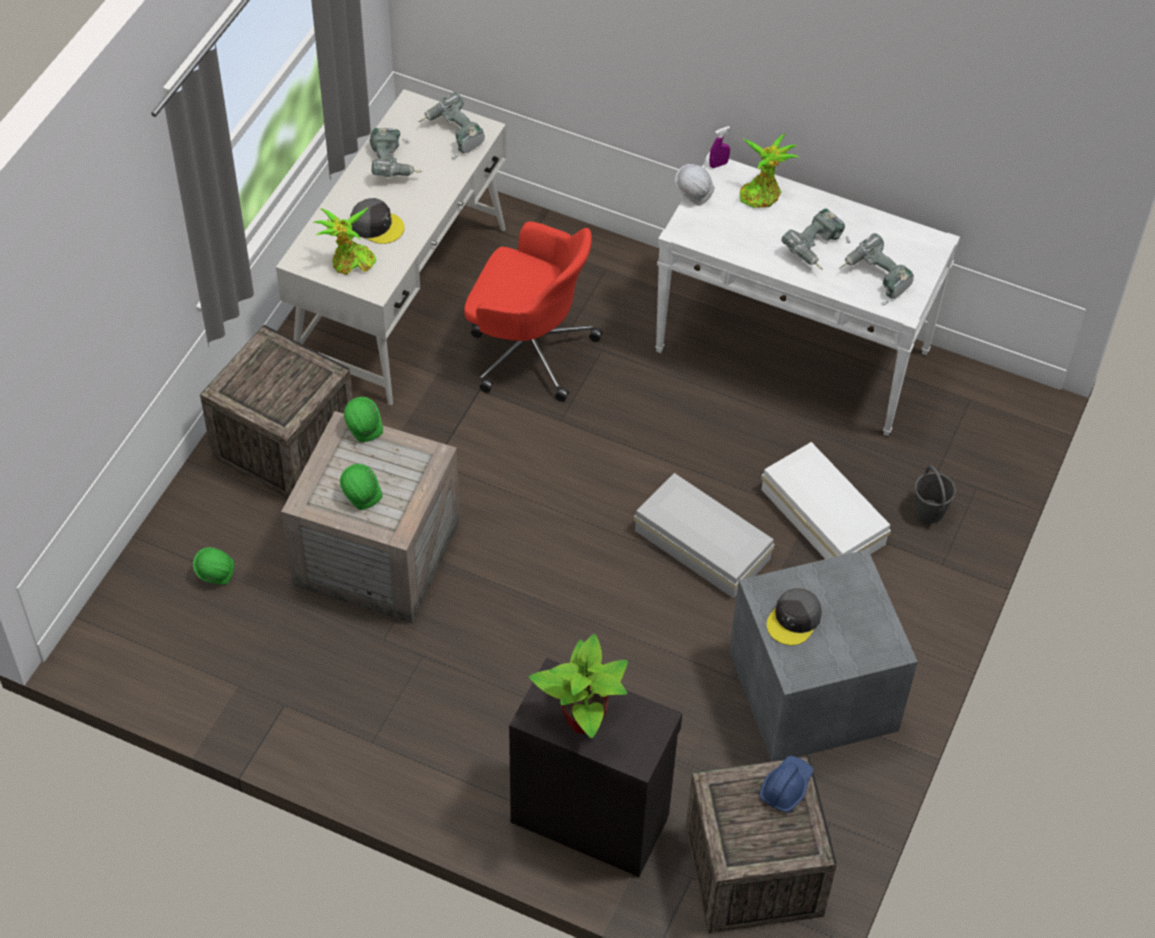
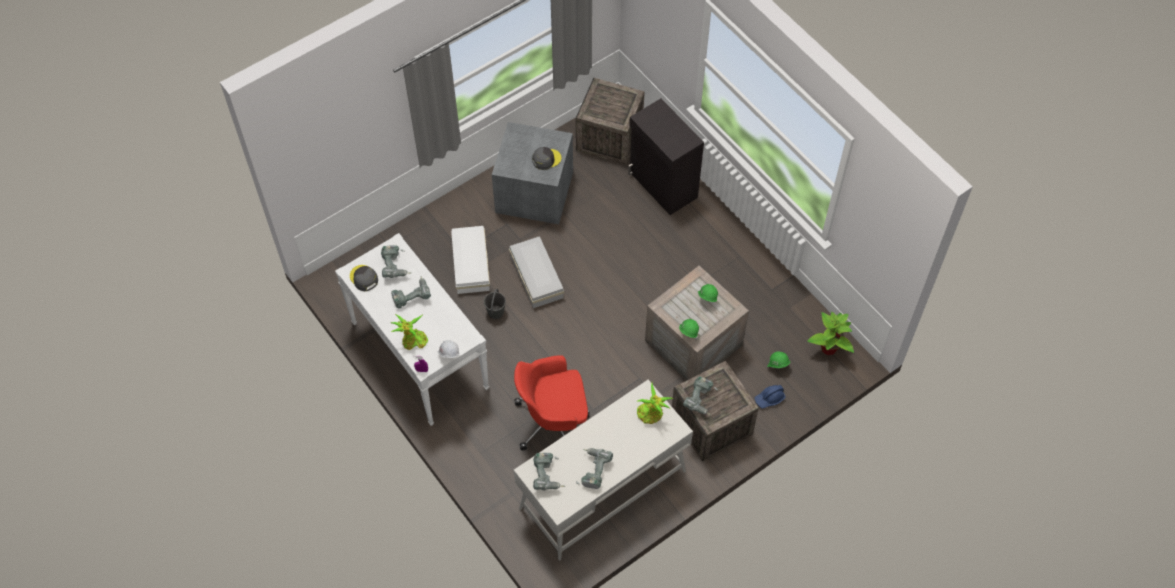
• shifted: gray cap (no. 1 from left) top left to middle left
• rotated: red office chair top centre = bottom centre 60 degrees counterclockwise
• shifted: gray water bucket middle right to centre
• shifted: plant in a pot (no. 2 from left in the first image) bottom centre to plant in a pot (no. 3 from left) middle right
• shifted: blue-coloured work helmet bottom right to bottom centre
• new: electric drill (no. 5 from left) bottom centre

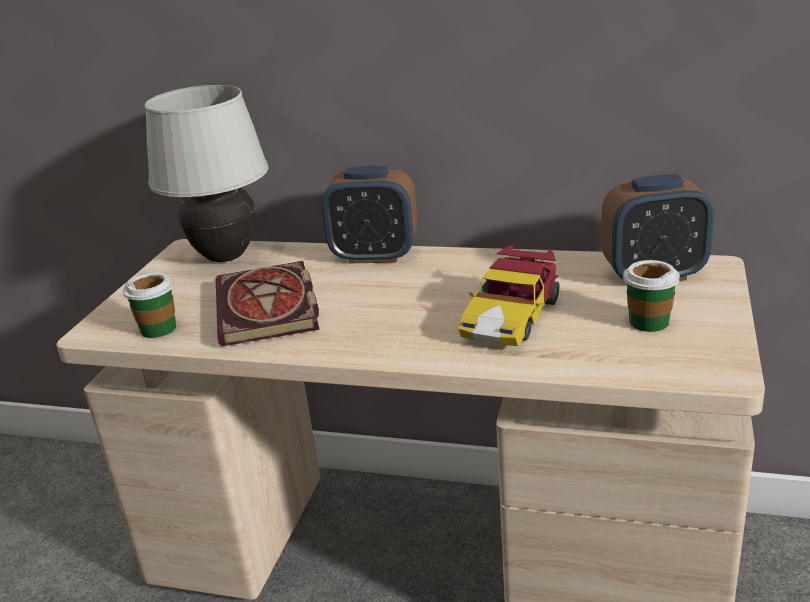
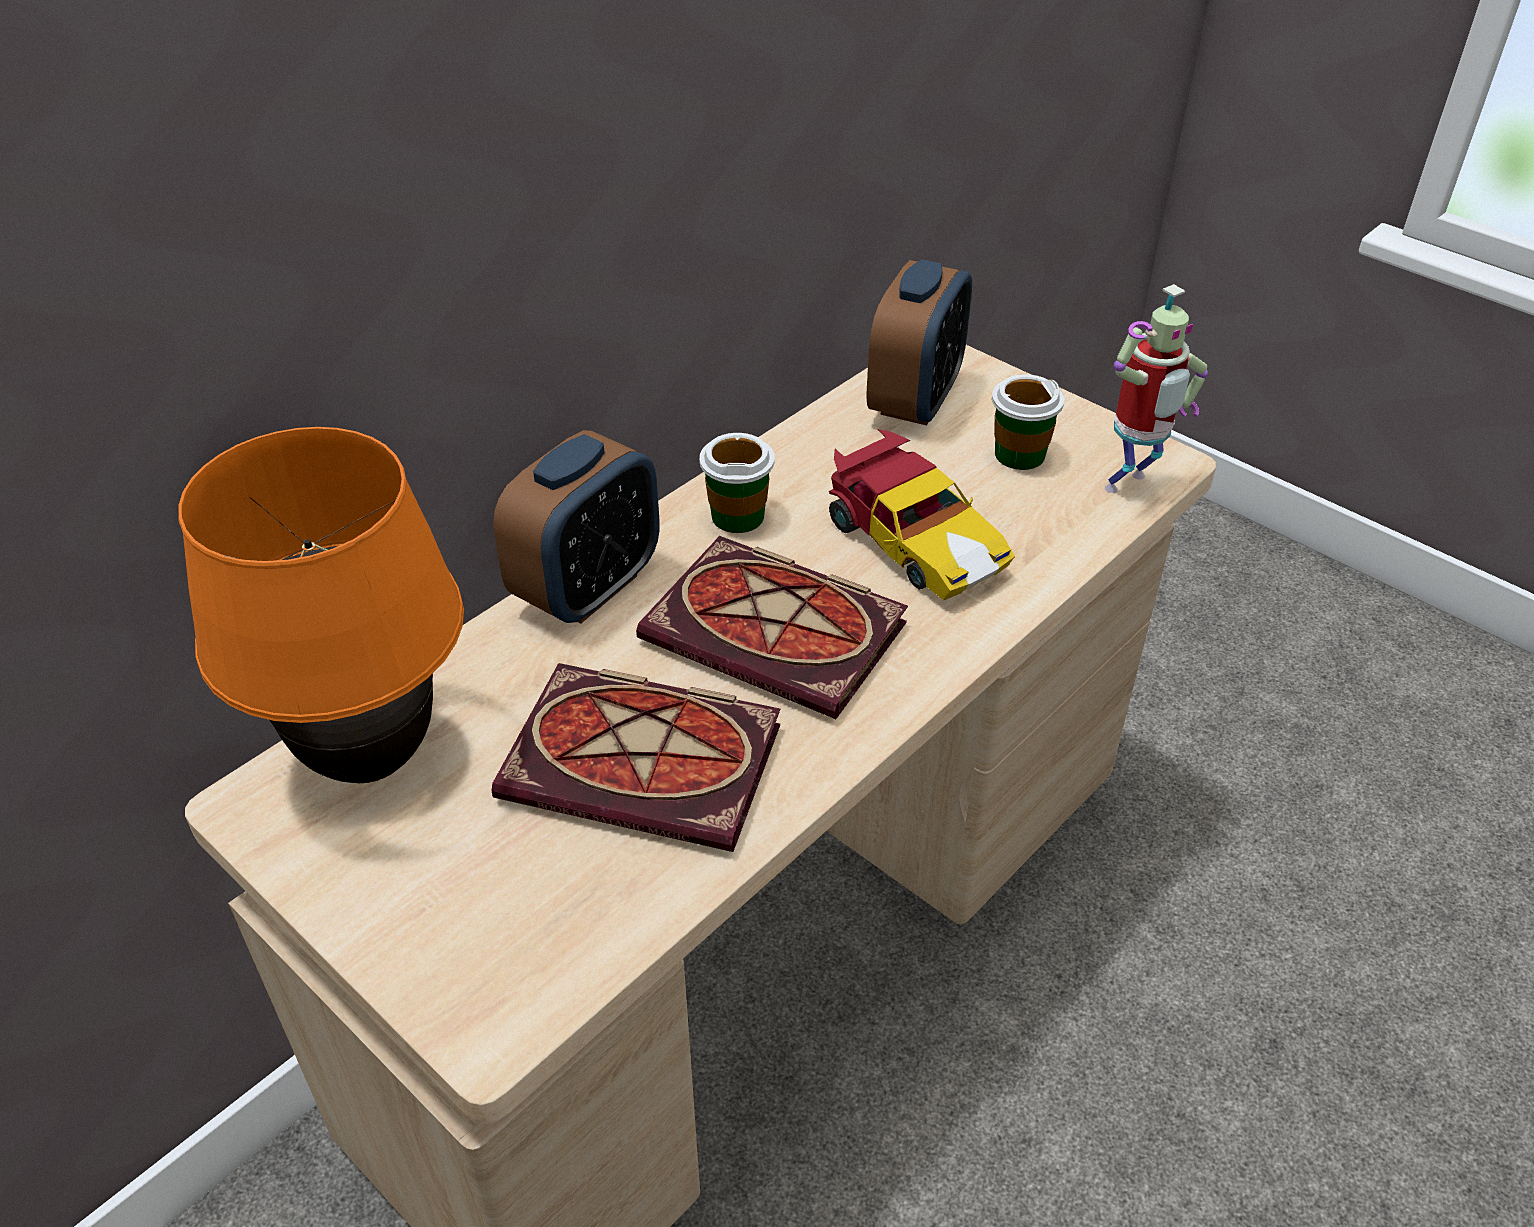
• repainted: whitish tabletop lamp top left to orange-coloured tabletop lamp middle left
• shifted: small cup (no. 1 from left) middle left to centre
• new: robot figure top right
• new: book (no. 2 from left) centre

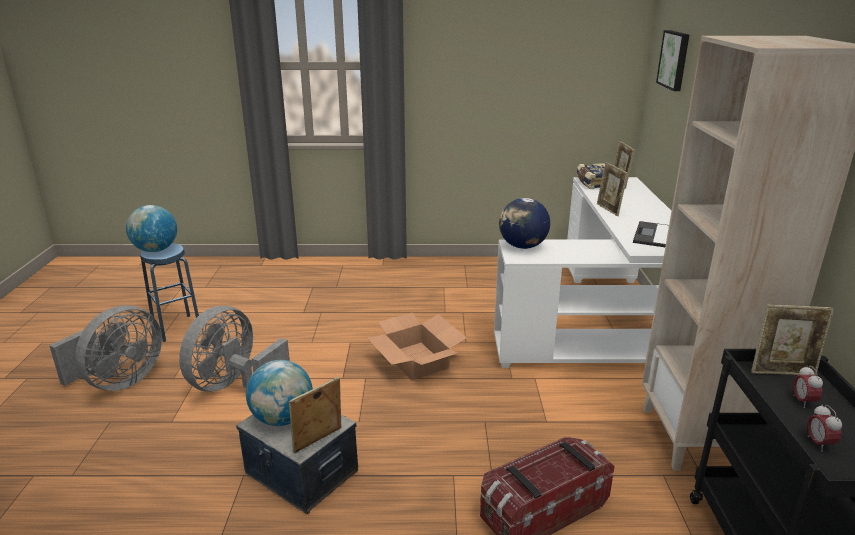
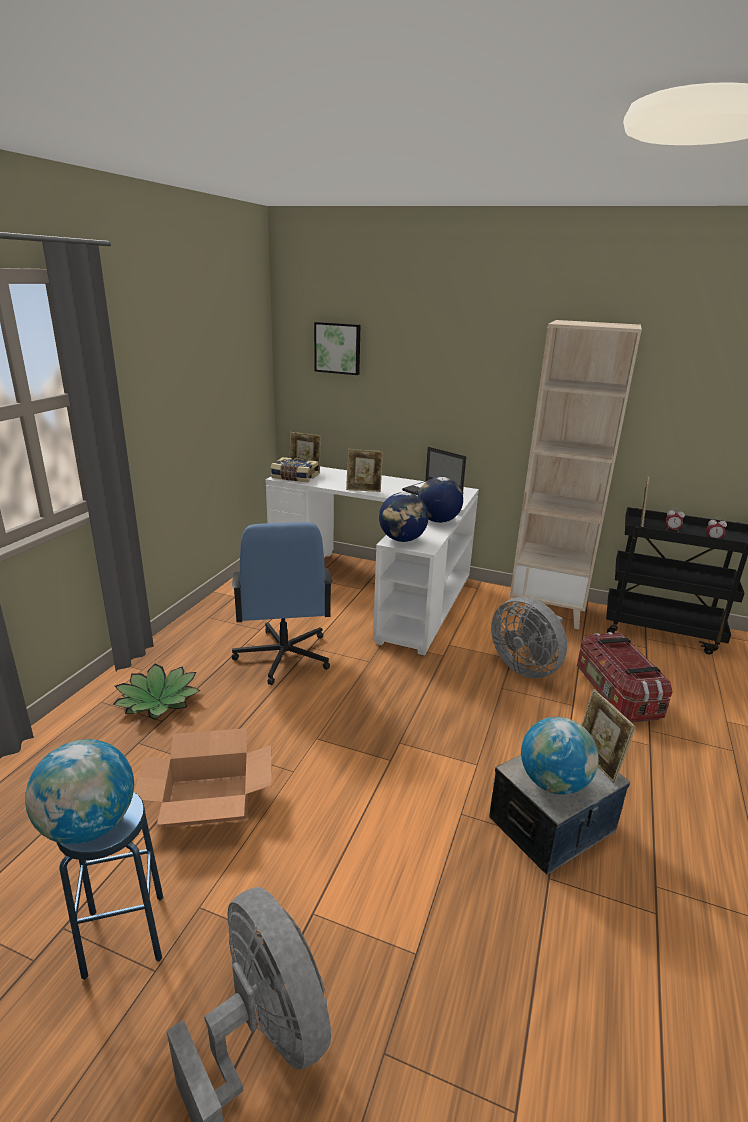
• shifted: gray fan (no. 2 from left) middle left to middle right
• shifted: cardboard box centre to bottom left
• new: globe (no. 3 from left) centre
• new: blue-coloured office chair centre
• new: plant in a pot middle left

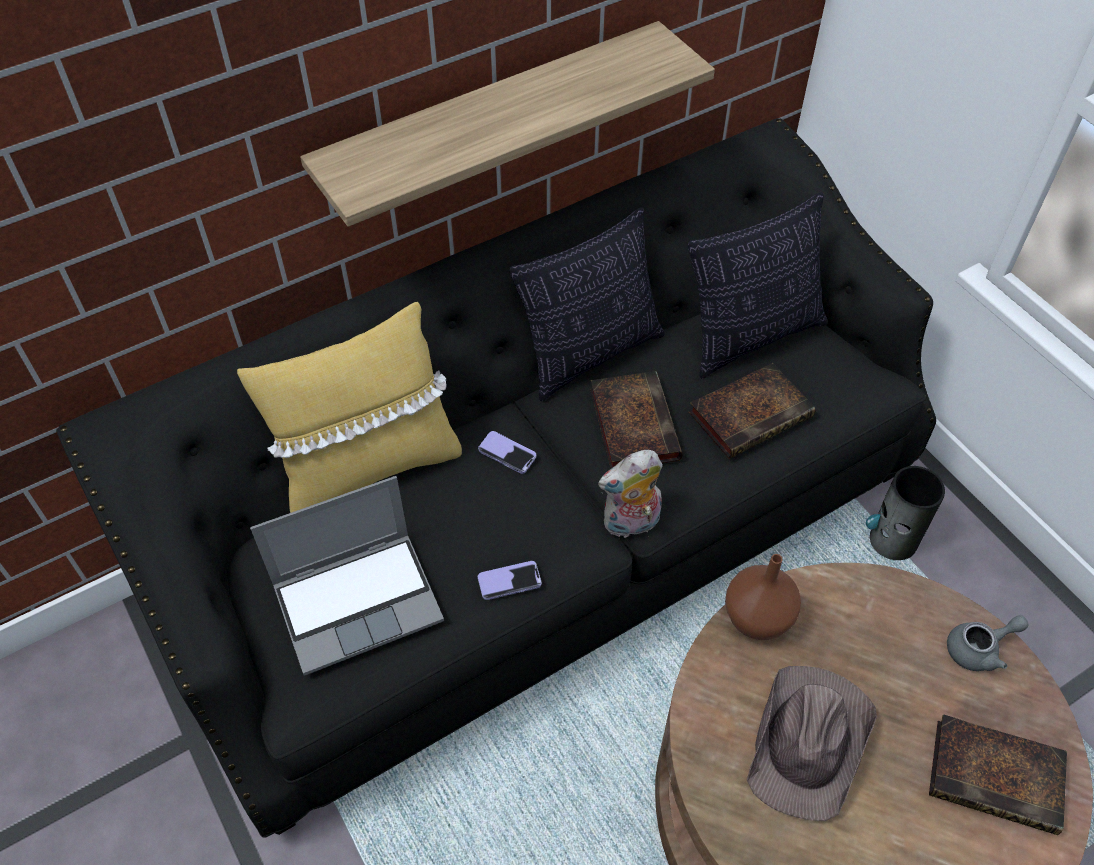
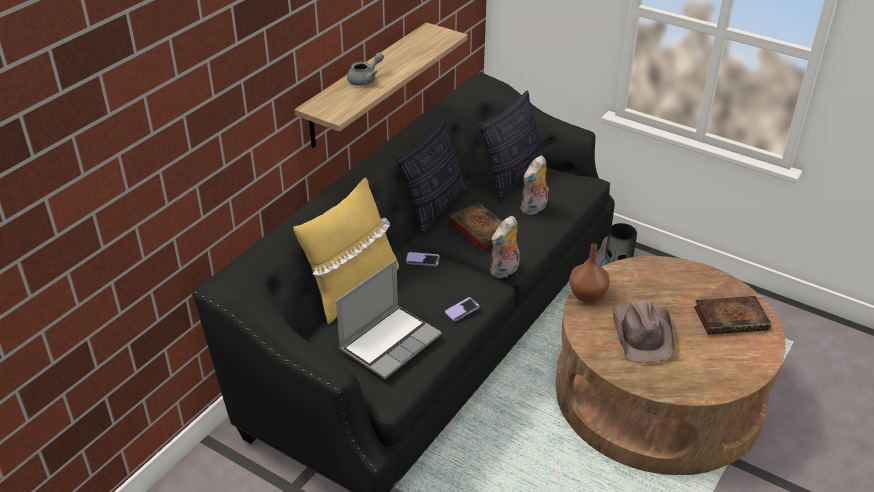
• swapped: book (no. 2 from left) middle right to cuddly toy (no. 2 from left) centre
• shifted: gray pot for tea bottom right to top centre

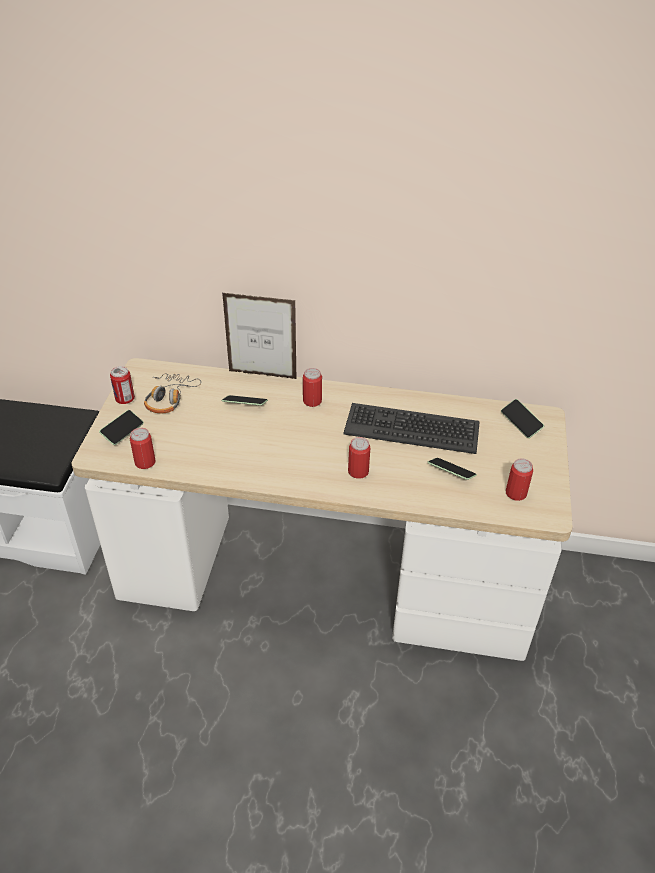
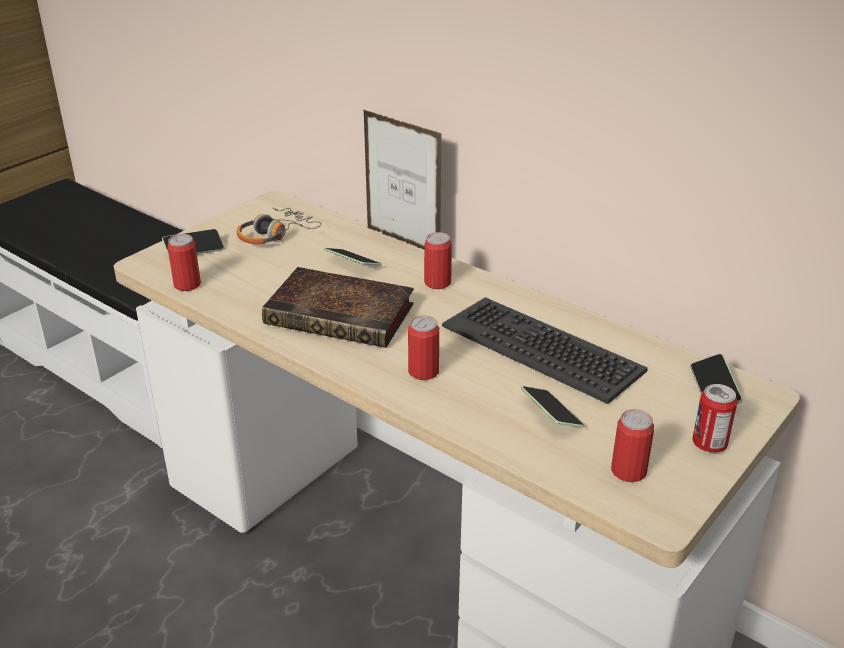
• shifted: can (no. 1 from left in the first image) middle left to can (no. 5 from left) middle right
• new: book centre

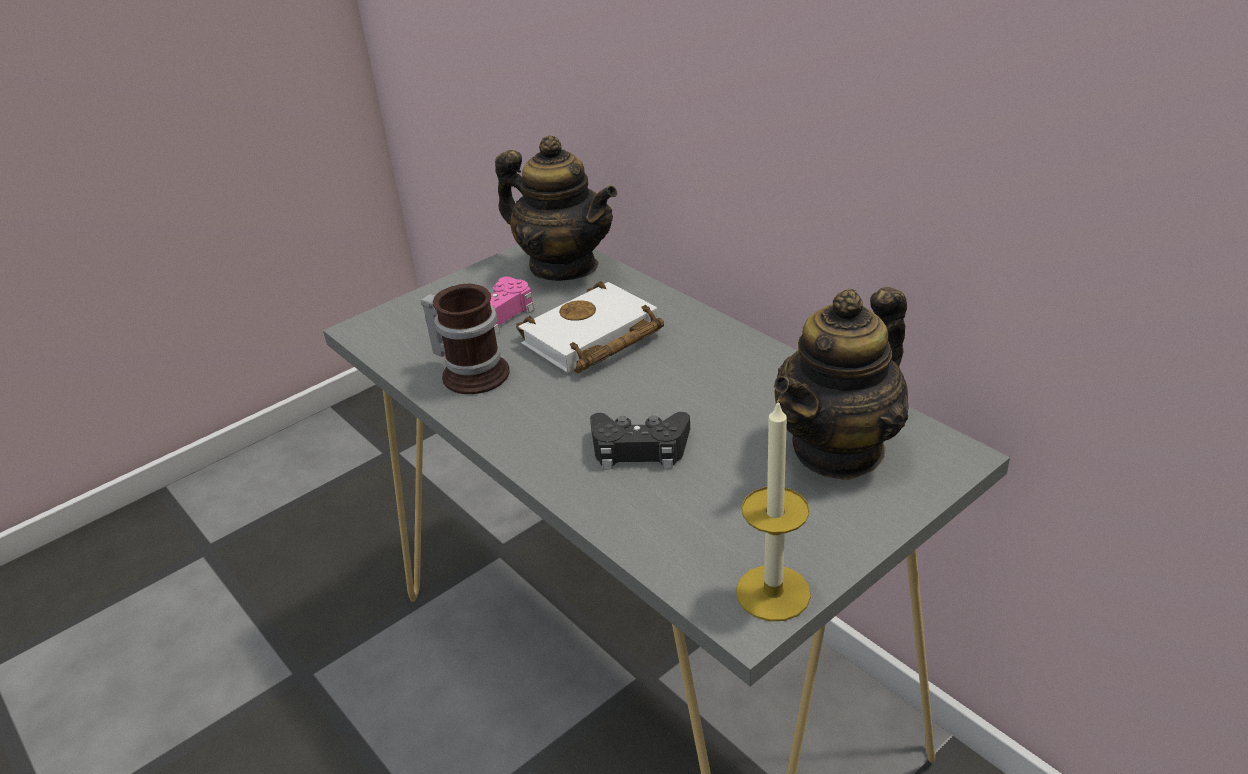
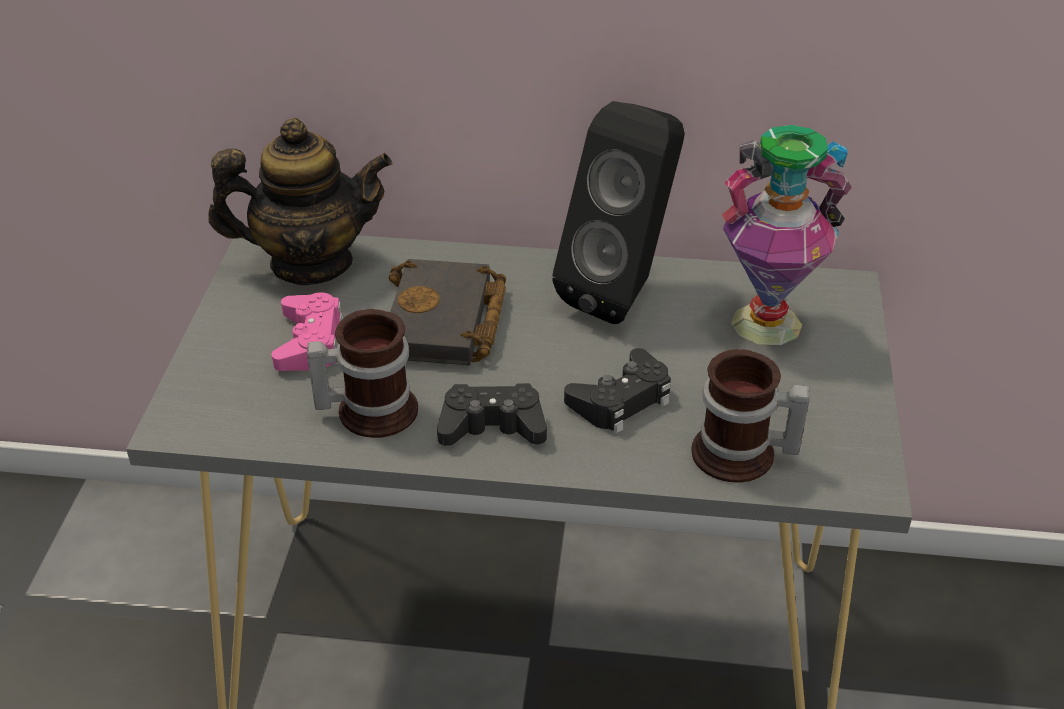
• repainted: whitish book centre to black book centre
• swapped: pot for tea (no. 2 from left) middle right to flower vase top right
• gone: candle centre
• new: black audio speaker top centre
• new: tea mug (no. 2 from left) middle right
• new: black joypad (no. 1 from left) centre

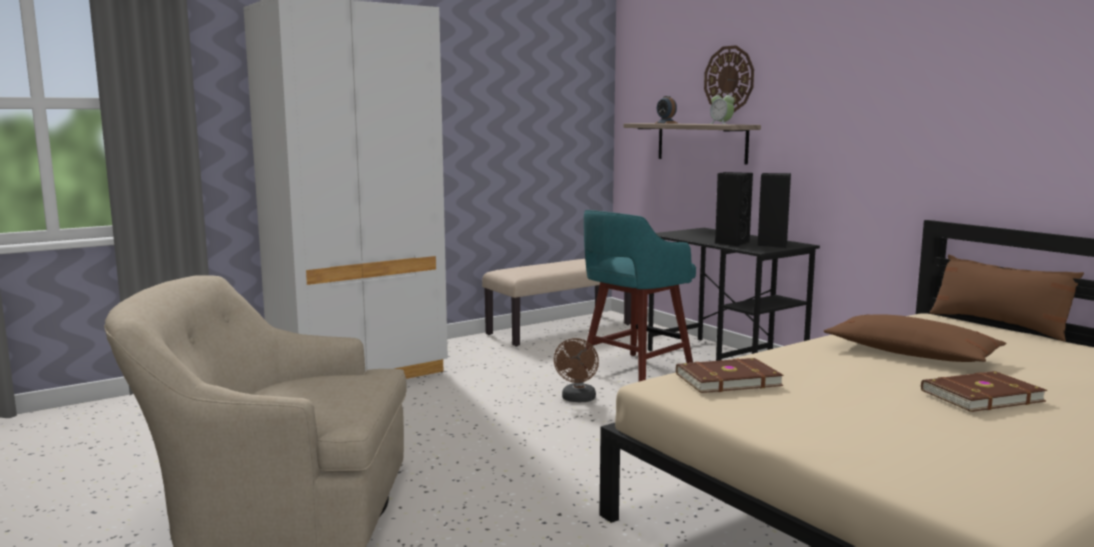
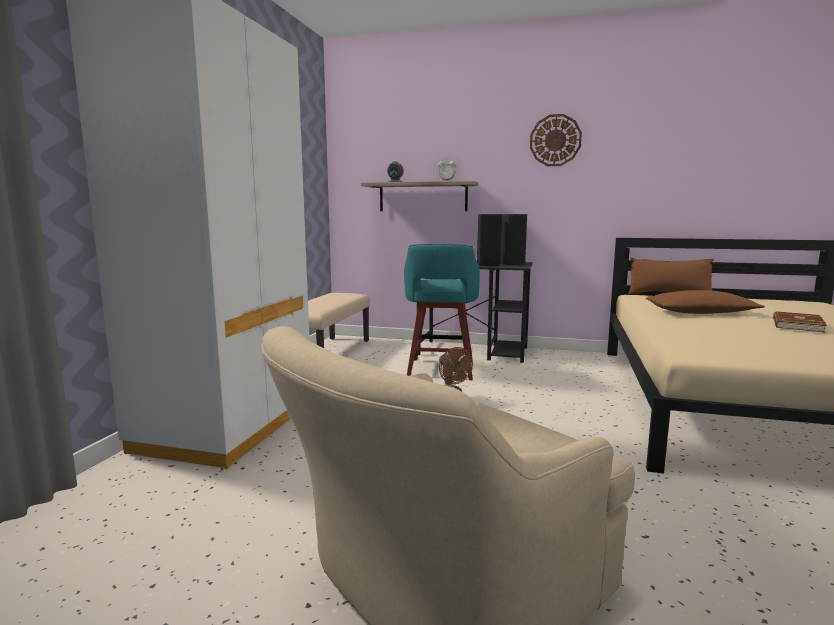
• shifted: wall clock top centre to top right
• gone: brownish book (no. 1 from left) bottom right

